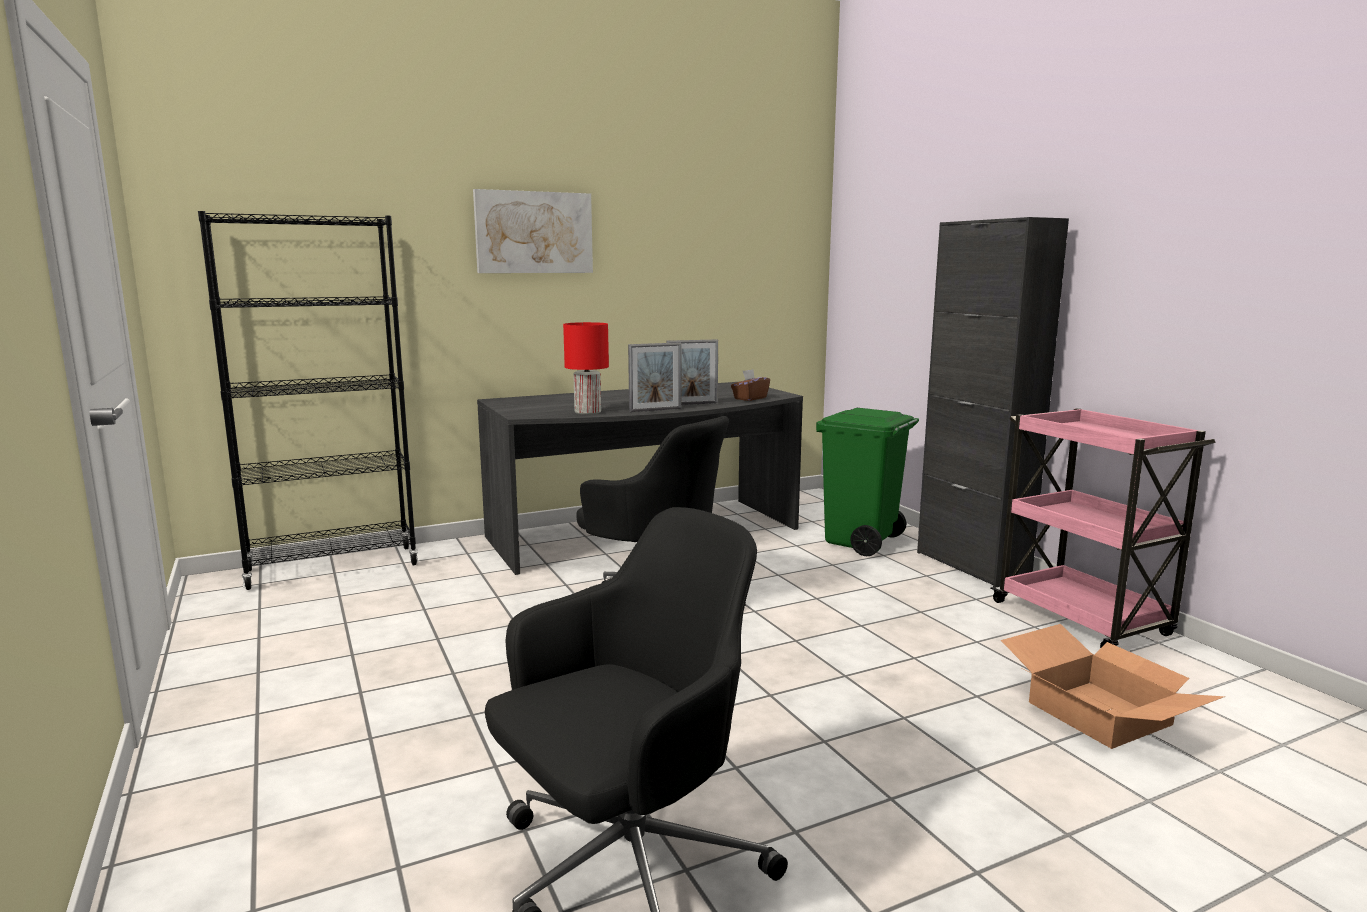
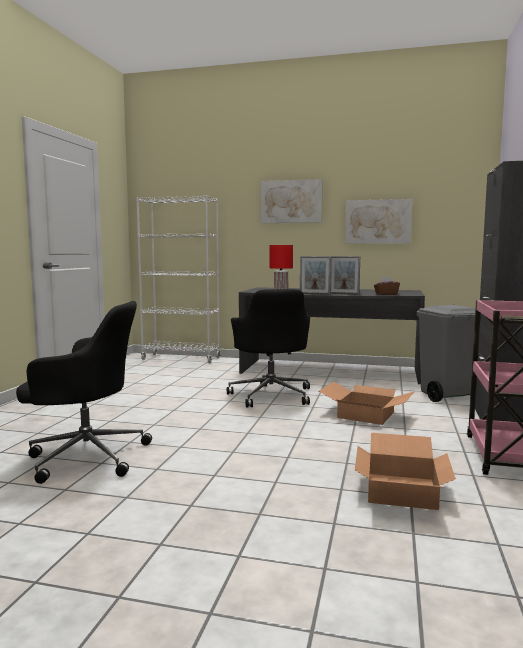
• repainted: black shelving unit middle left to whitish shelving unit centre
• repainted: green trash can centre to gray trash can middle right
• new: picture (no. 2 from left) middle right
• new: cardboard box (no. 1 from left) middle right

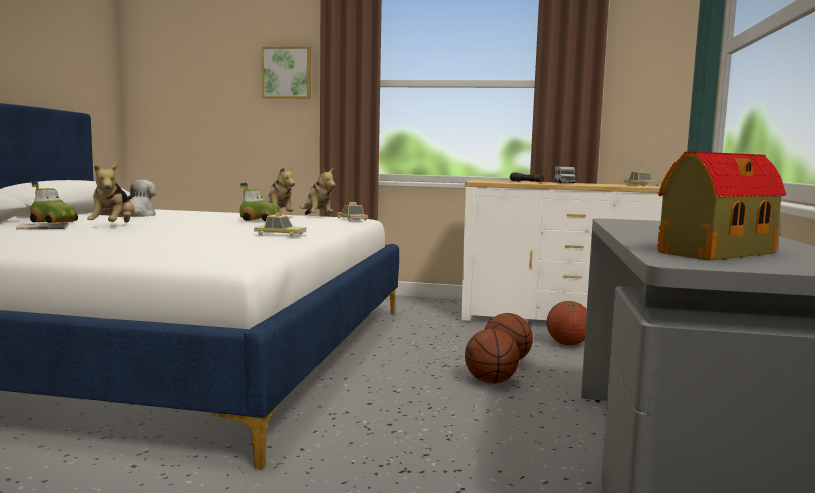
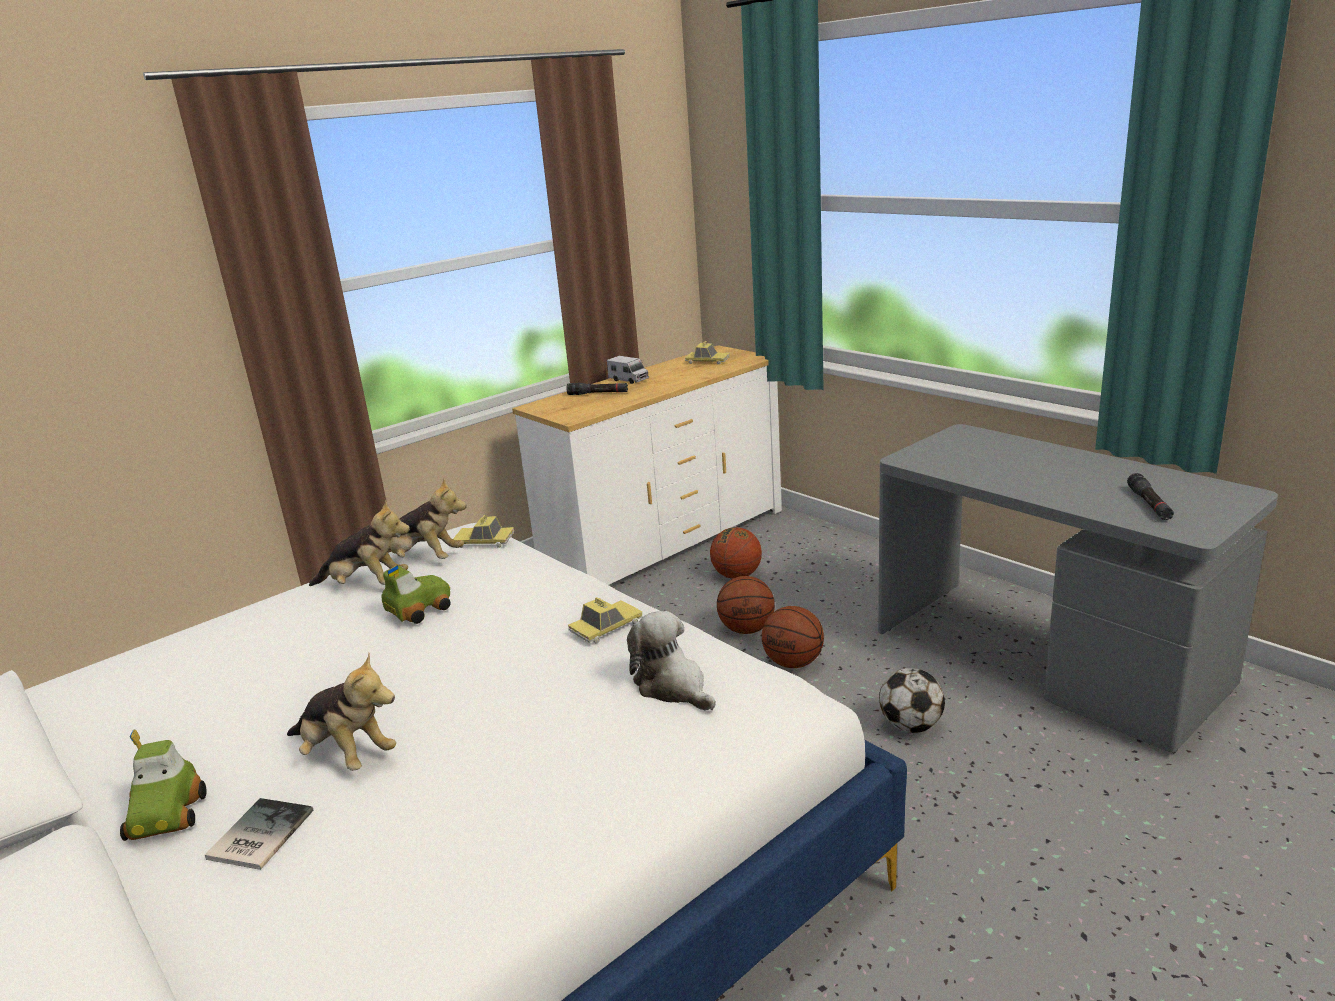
• gone: picture top centre
• swapped: miniature house middle right to black flashlight (no. 2 from left) middle right
• shifted: cuddly toy (no. 2 from left in the first image) middle left to cuddly toy (no. 4 from left) centre
• rotated: model car (no. 1 from left) middle left = bottom left 105 degrees clockwise
• new: football bottom right

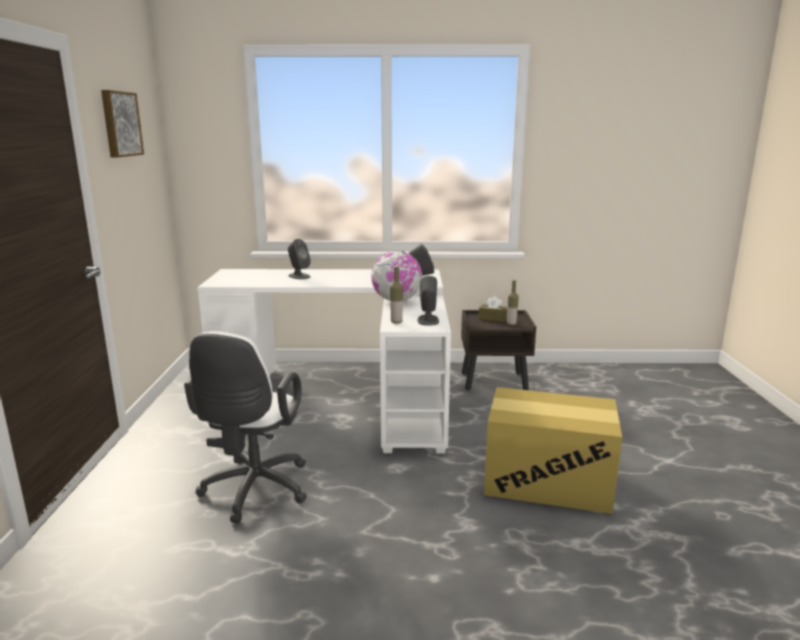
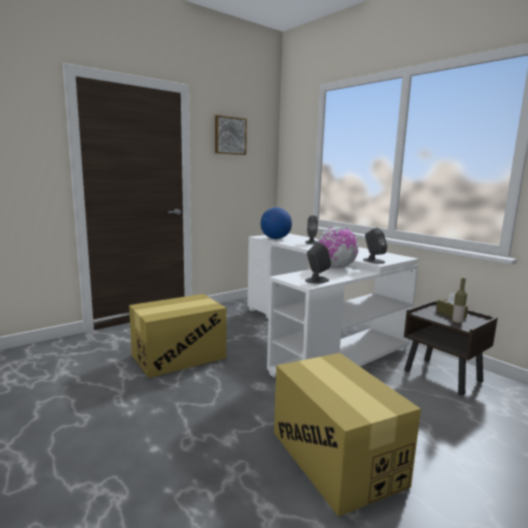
• gone: bottle (no. 1 from left) centre
• swapped: whitish office chair bottom left to cardboard box (no. 1 from left) centre
• new: globe (no. 1 from left) centre

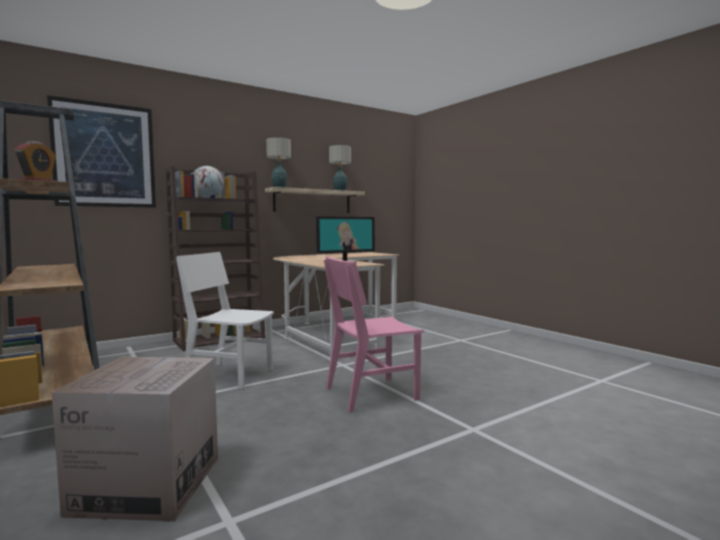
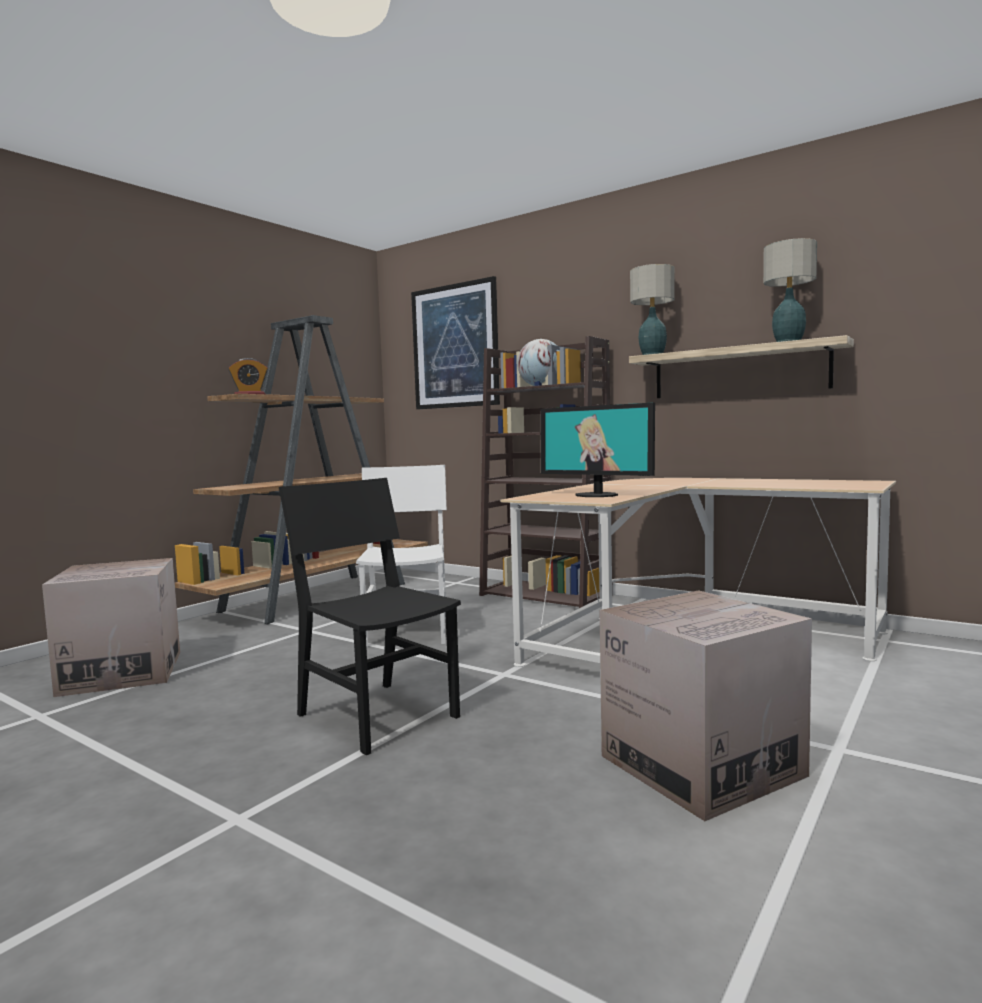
• repainted: pink-coloured upright chair centre to black upright chair centre
• new: cardboard box (no. 2 from left) bottom right

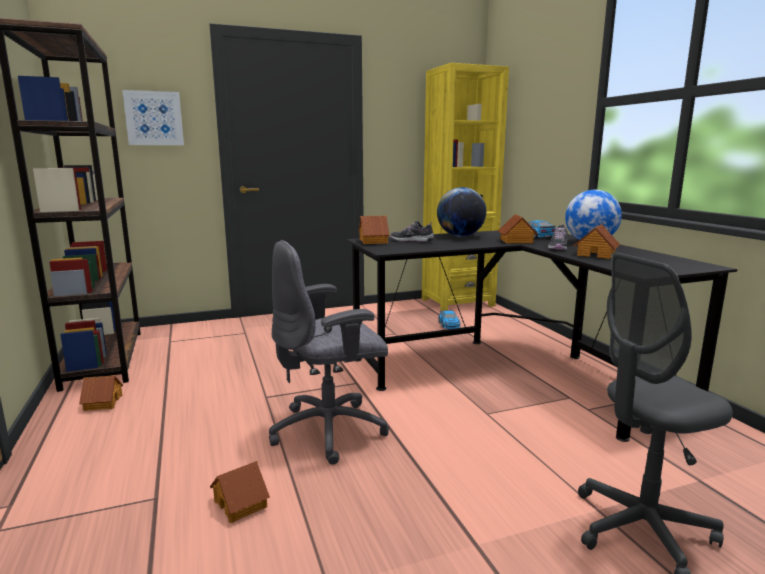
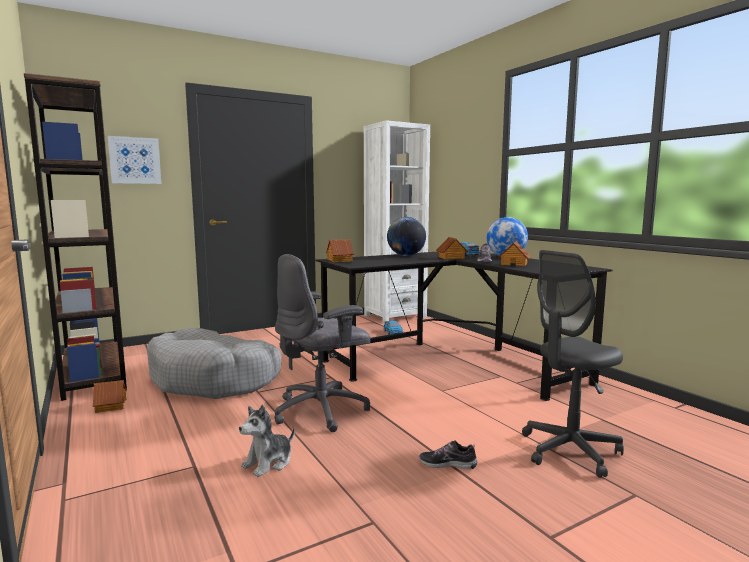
• repainted: yellow shelving unit top centre to whitish shelving unit centre
• shifted: item of footwear (no. 1 from left) centre to bottom centre
• swapped: miniature house (no. 2 from left) bottom left to cuddly toy bottom centre
• new: gray dog bed middle left

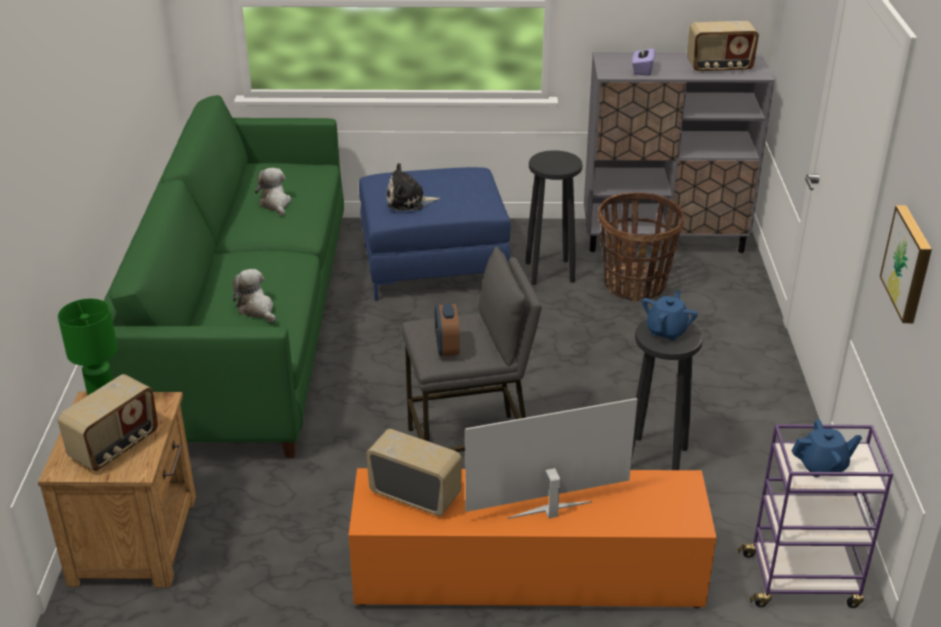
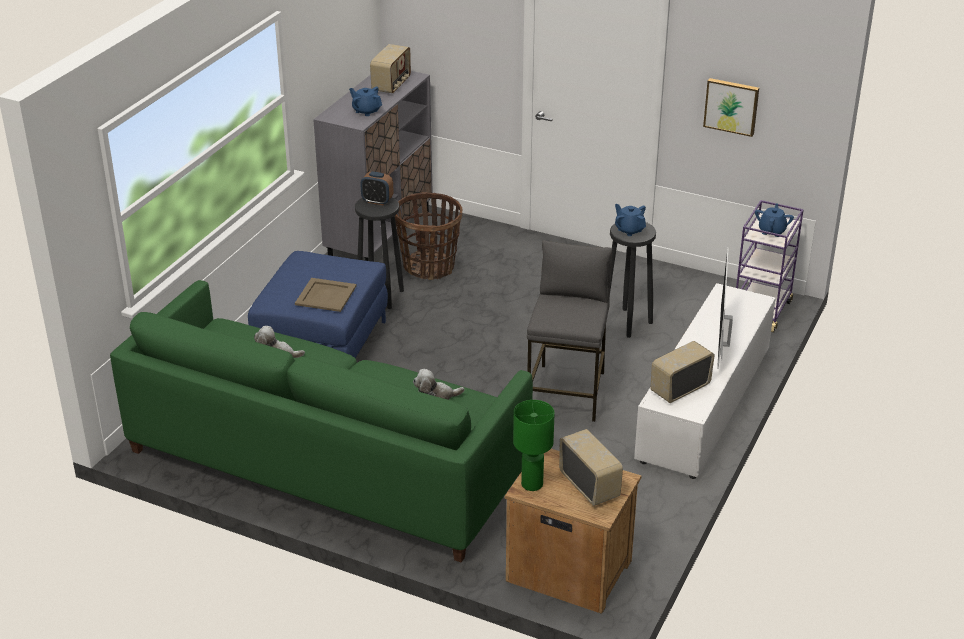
• swapped: purplish box of tissues top right to blue-coloured pot for tea (no. 1 from left) top centre
• swapped: cuddly toy (no. 3 from left) top centre to beige serving tray centre
• shifted: table clock centre to top centre
• repainted: orange-coloured media console bottom centre to whitish media console middle right

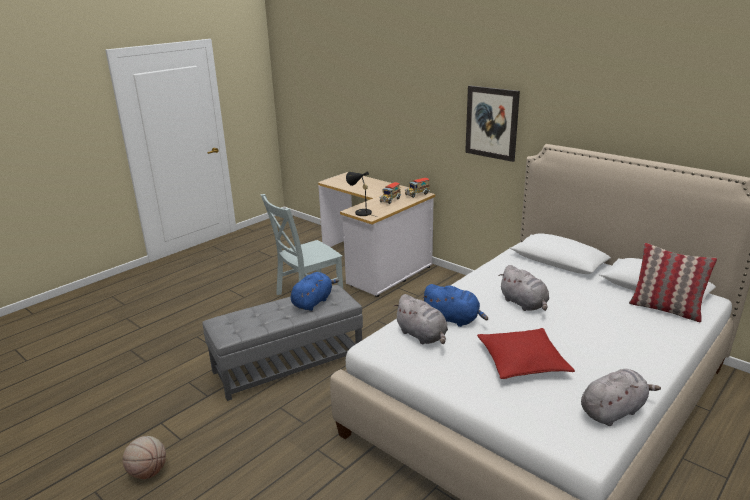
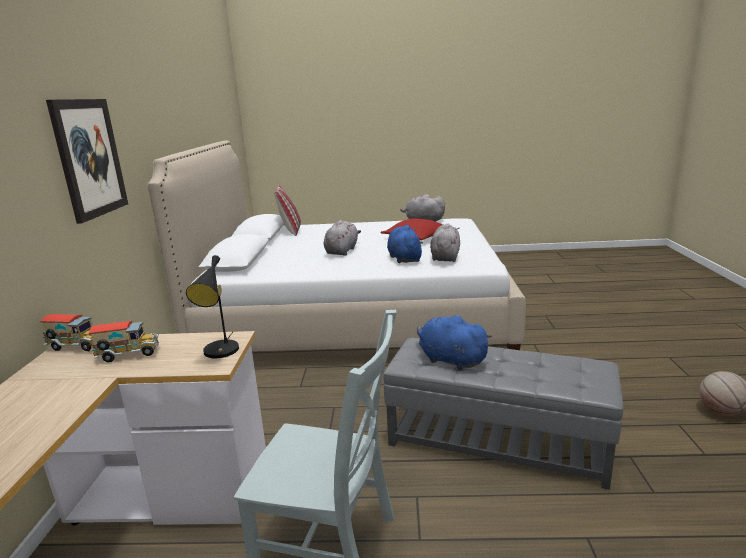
• rotated: blue-coloured cuddly toy (no. 1 from left in the first image) centre = centre 45 degrees clockwise

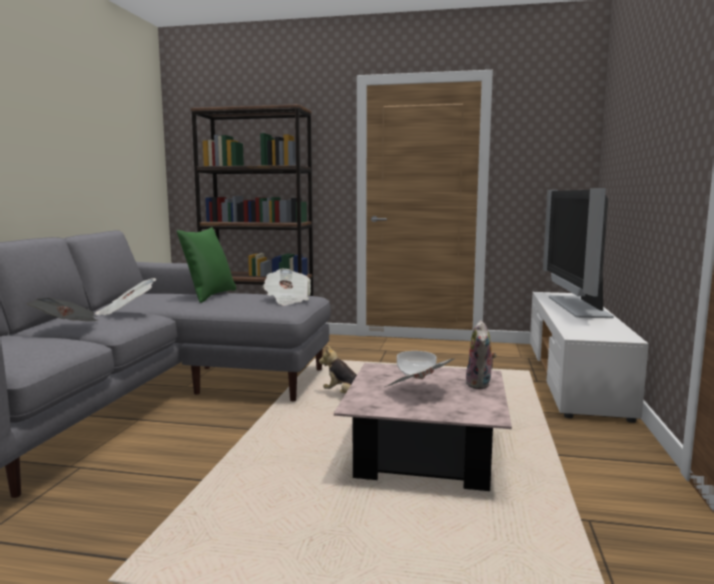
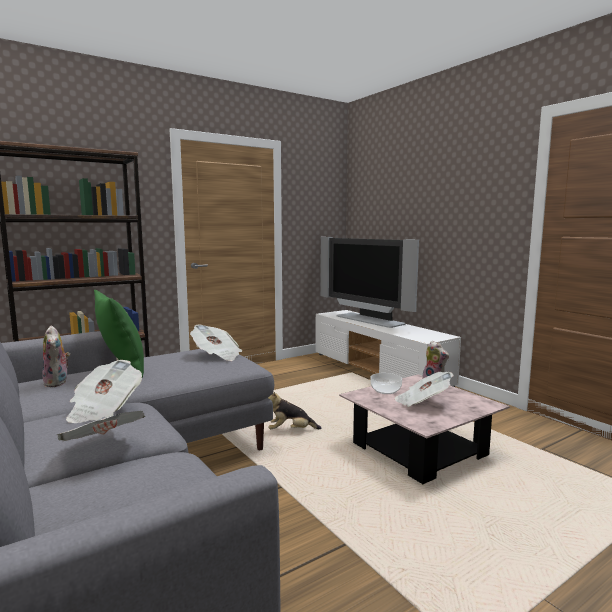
• new: cuddly toy (no. 1 from left) middle left

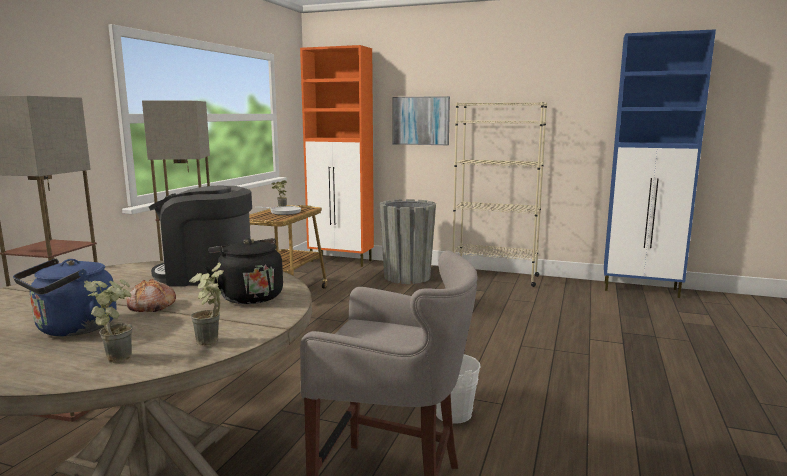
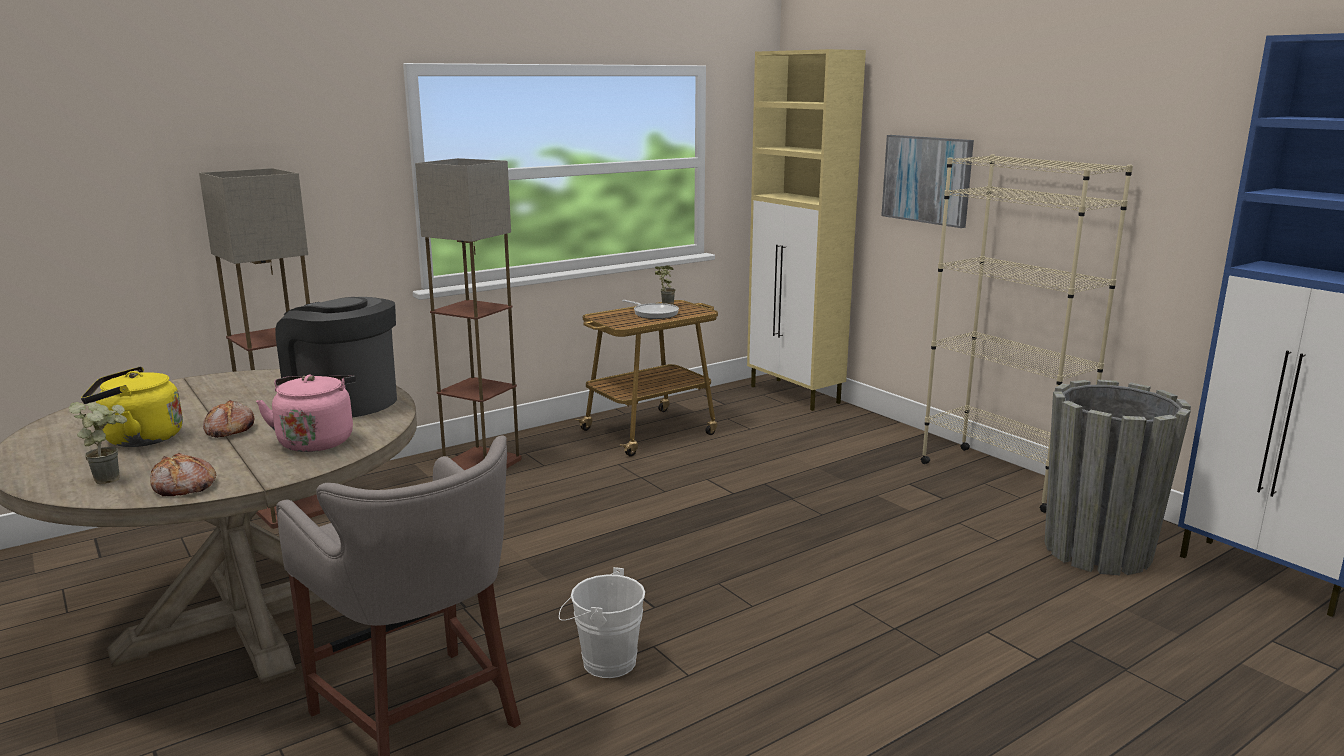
• repainted: orange-coloured cupboard top centre to beige cupboard top centre
• shifted: gray planter centre to middle right
• repainted: black tea kettle middle left to pink-coloured tea kettle middle left
• repainted: blue-coloured tea kettle middle left to yellow tea kettle middle left
• swapped: plant in a pot (no. 2 from left) middle left to baked bread (no. 1 from left) middle left

